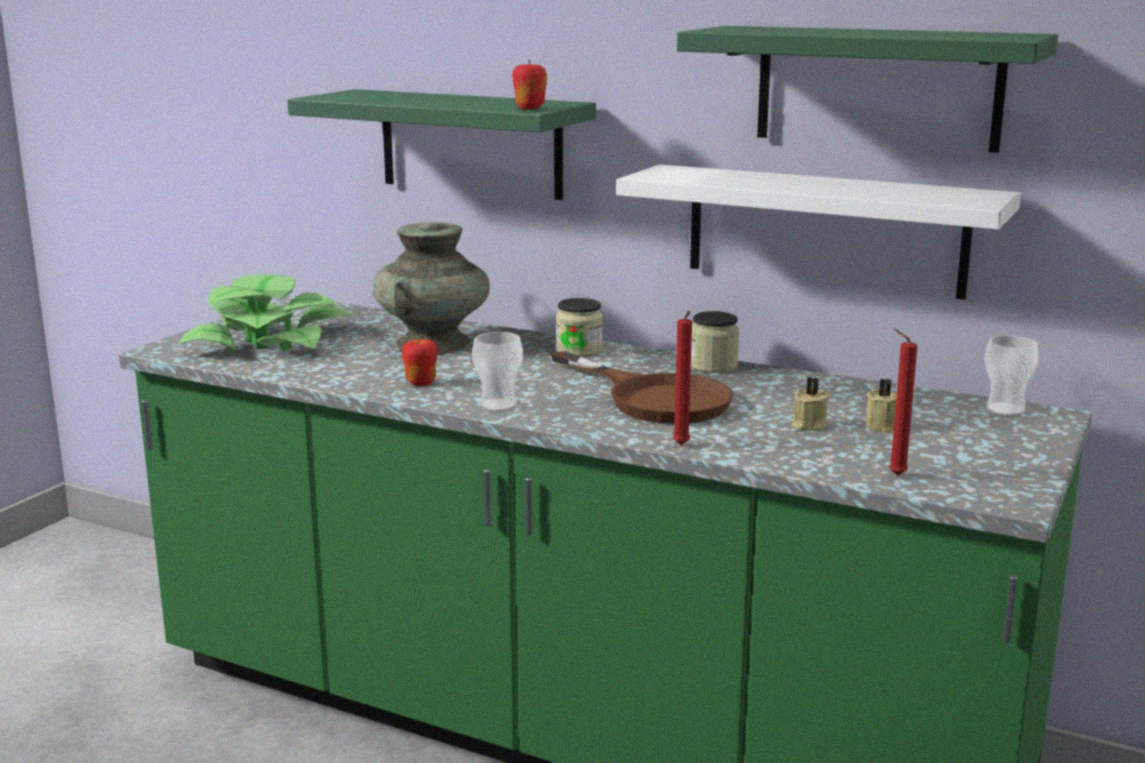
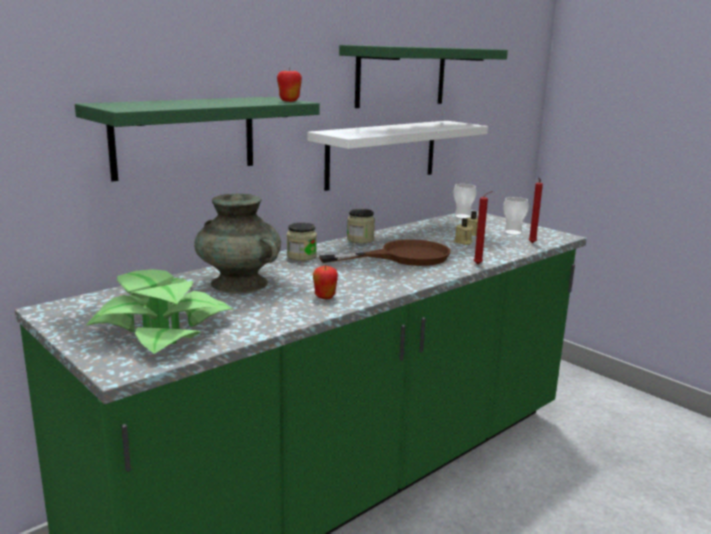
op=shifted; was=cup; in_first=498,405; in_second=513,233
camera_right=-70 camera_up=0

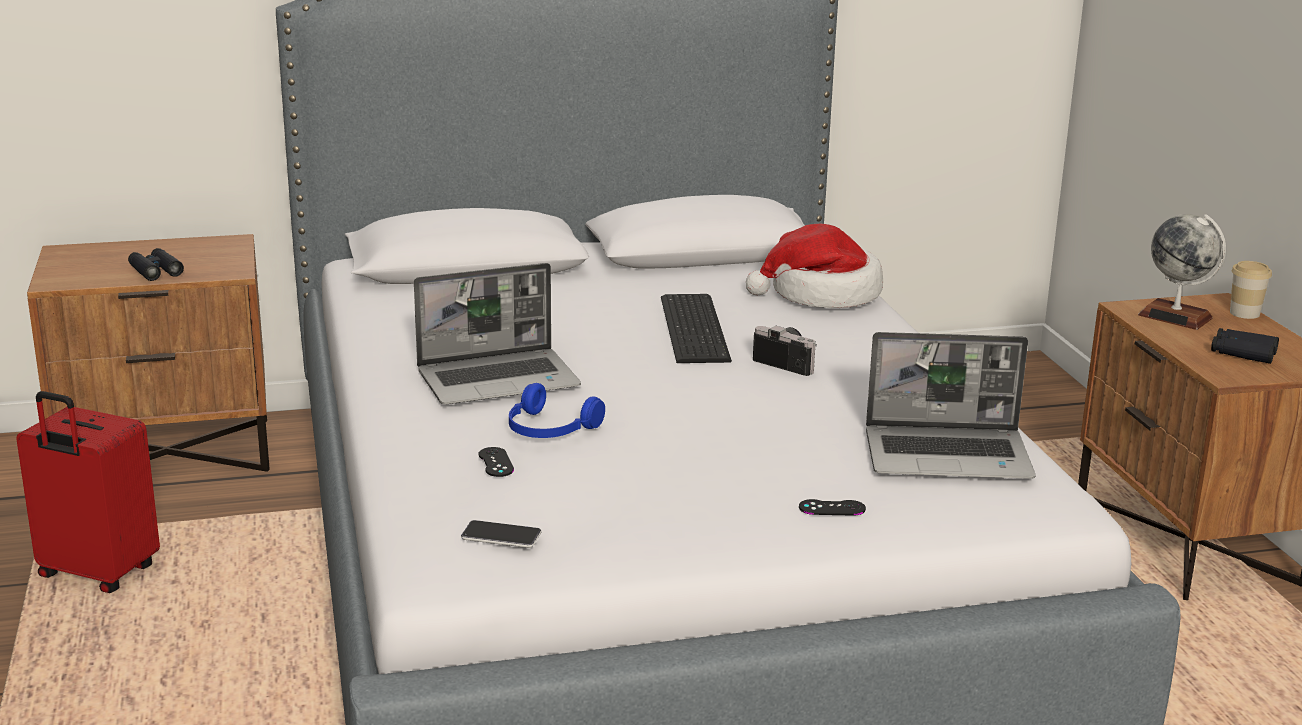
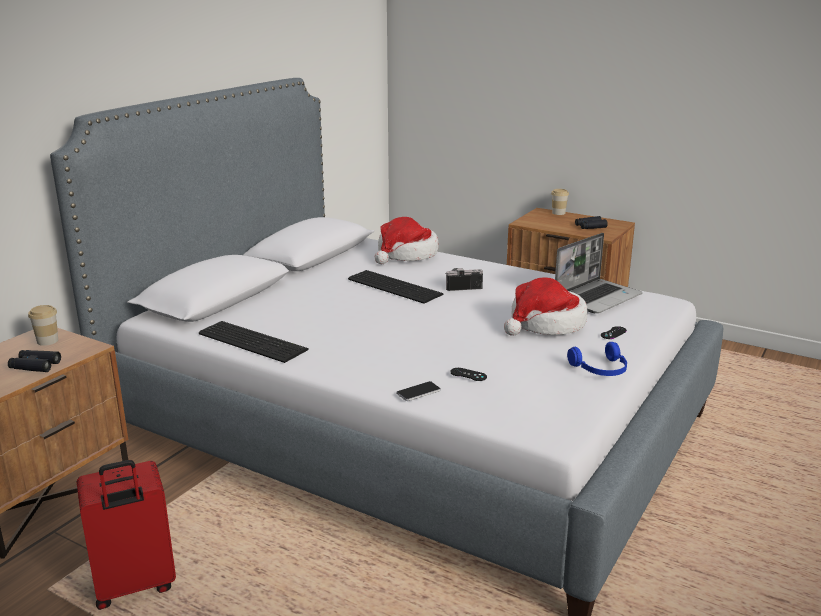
op=gone; was=portable computer; in_first=500,380
op=shifted; was=handset; in_first=501,536; in_second=418,392
op=shifted; was=bluish headphones; in_first=548,430; in_second=601,370
op=gone; was=globe; in_first=1175,316
op=new; now=cup; in_second=47,341
op=new; now=keyboard; in_second=253,340
op=new; now=clothing hat; in_second=546,324
camera_right=-45 camera_up=0

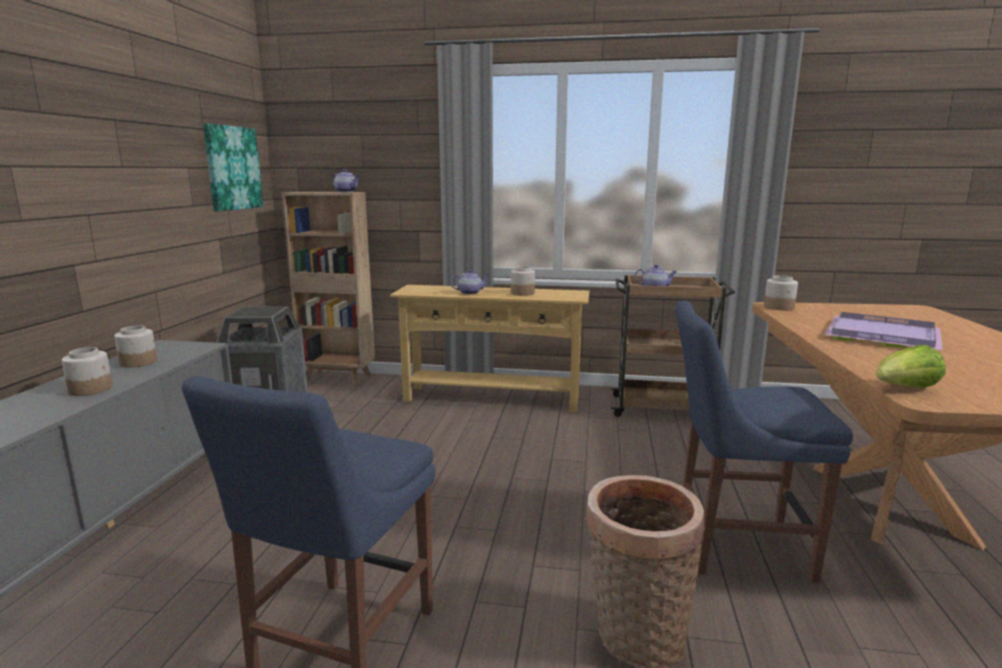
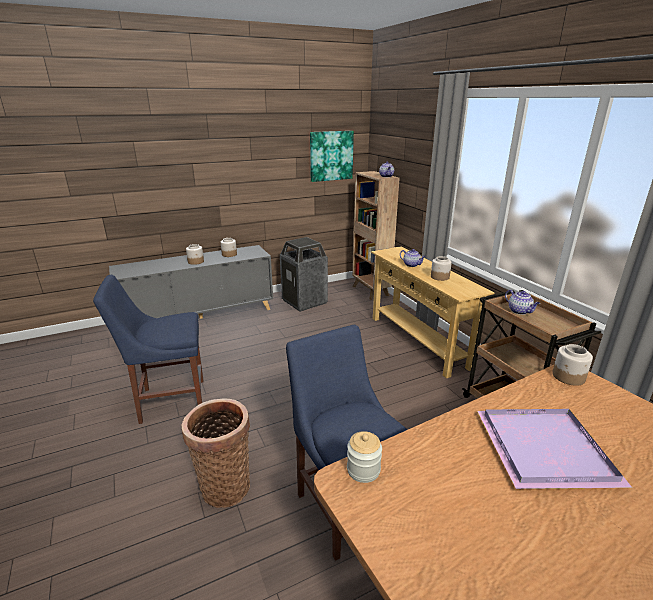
op=swapped; was=lettuce head; now=preserve jar; in_first=905,389; in_second=363,470
camera_right=55 camera_up=10

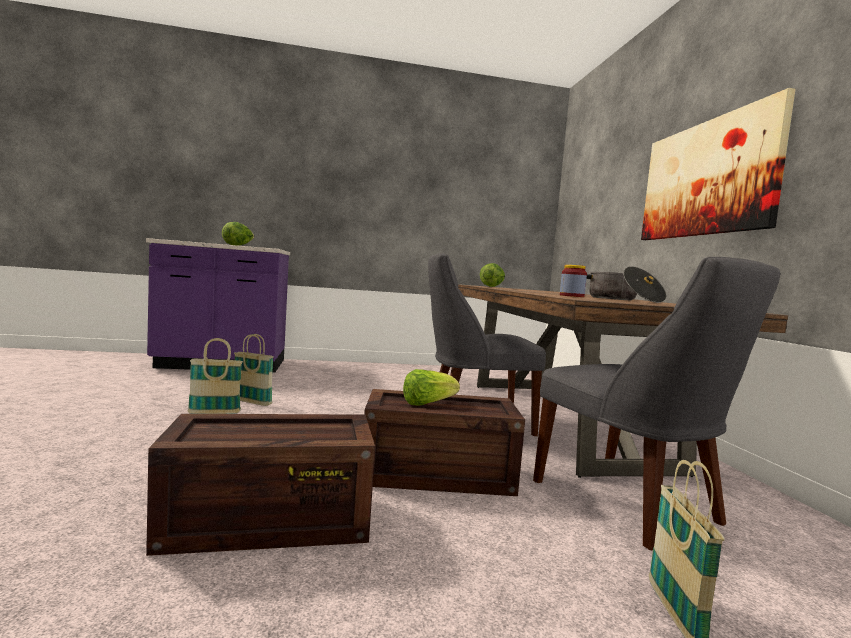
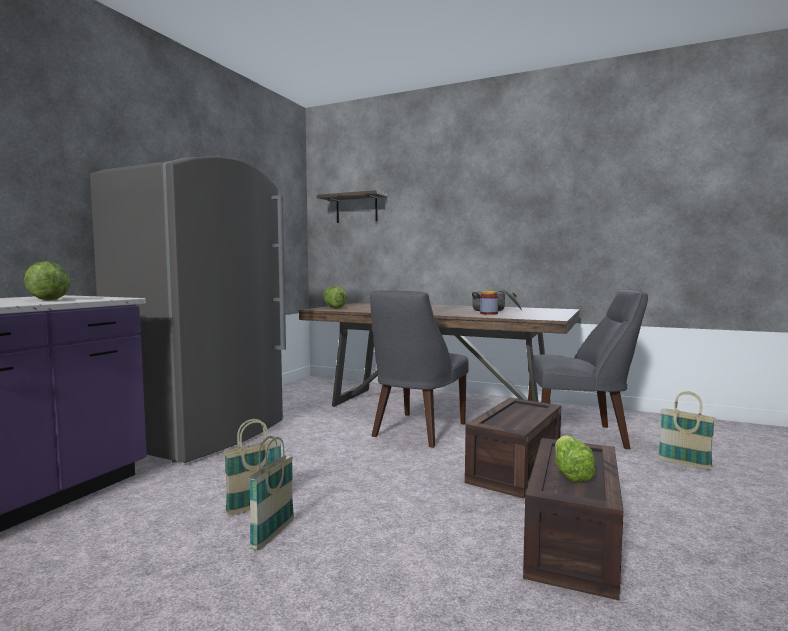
op=shifted; was=lettuce head; in_first=427,403; in_second=570,473
op=gone; was=wall art; in_first=706,179
op=new; now=grey kitchen fridge; in_second=203,434
op=new; now=wall shelf; in_second=357,208
camera_right=-55 camera_up=0

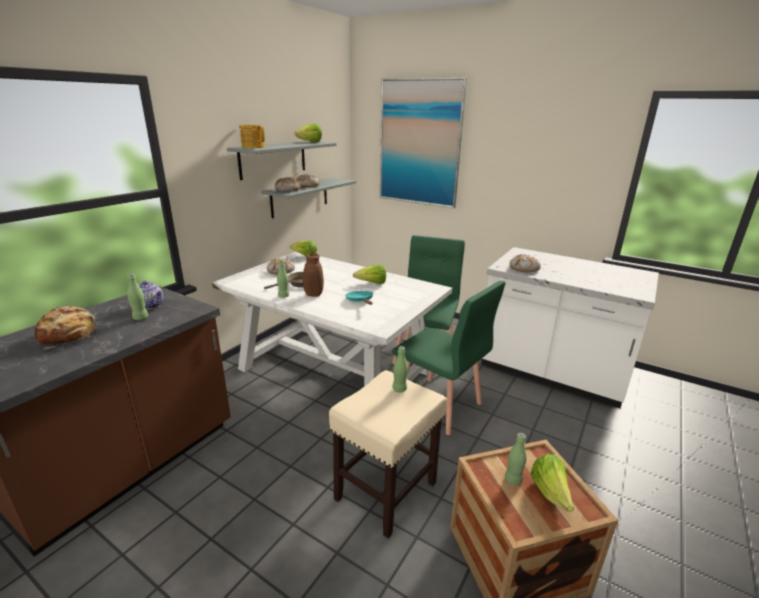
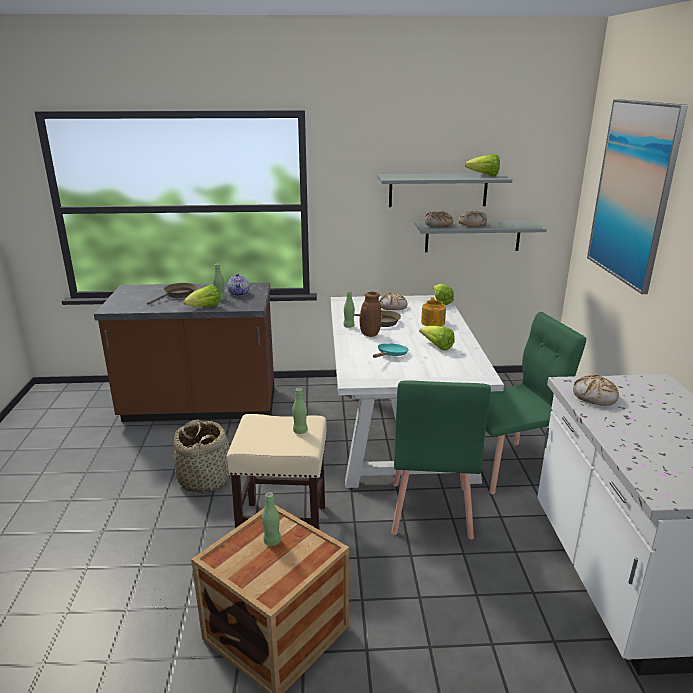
op=swapped; was=bread; now=brownish skillet; in_first=69,336; in_second=178,295
op=shifted; was=tea pot; in_first=253,147; in_second=433,322
op=shifted; was=lettuce head; in_first=550,493; in_second=205,308
op=new; now=household basket; in_second=205,479
camera_right=55 camera_up=0

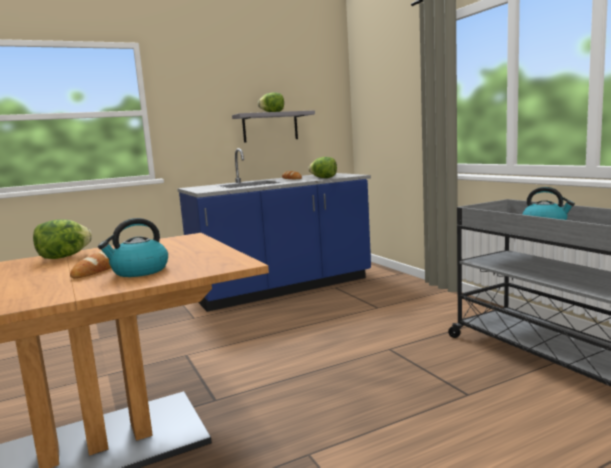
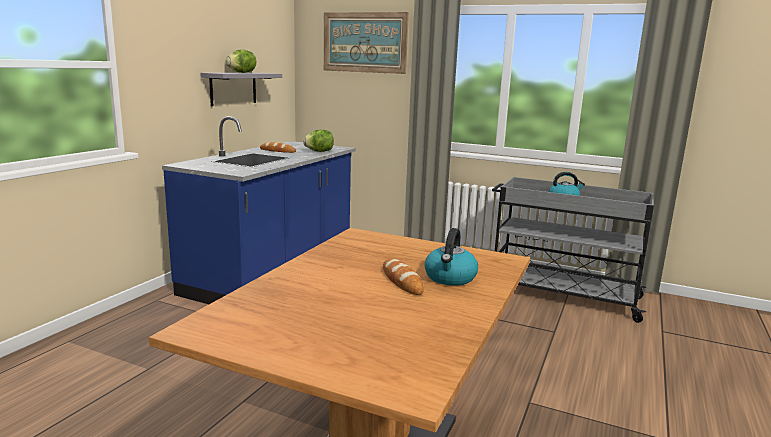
op=gone; was=lettuce head; in_first=64,257
op=new; now=wall art; in_second=364,42
camera_right=-40 camera_up=5

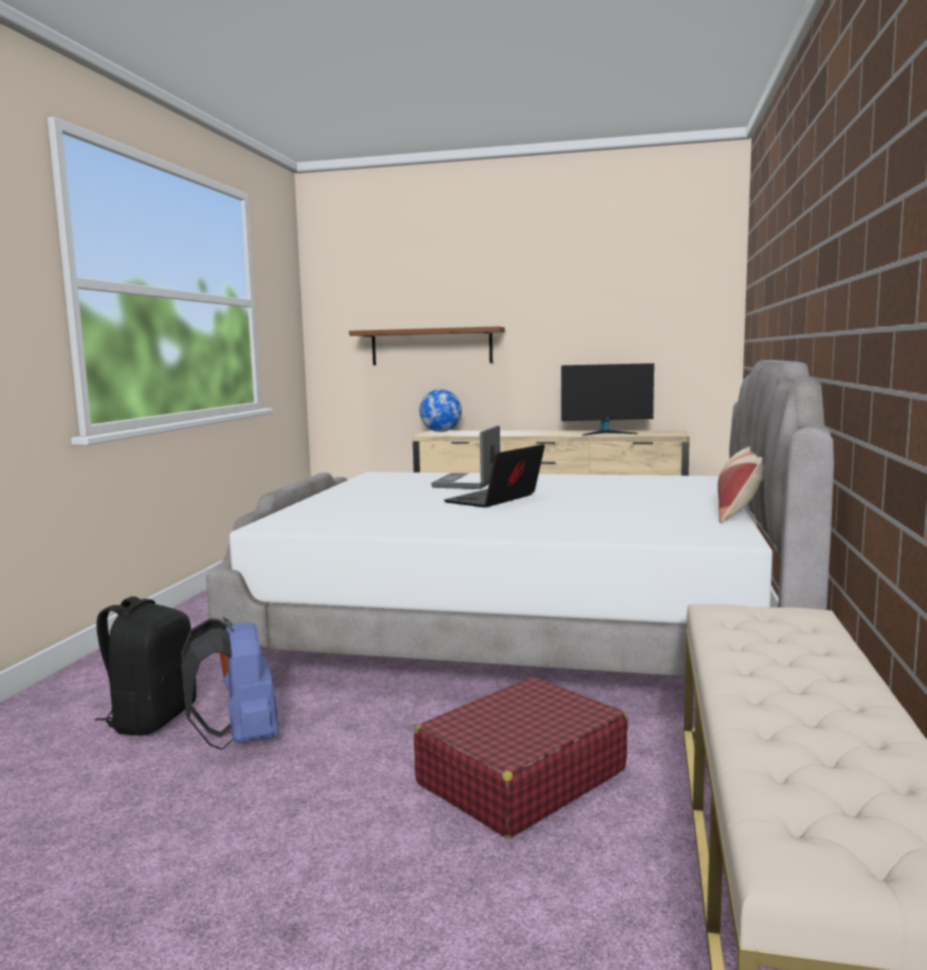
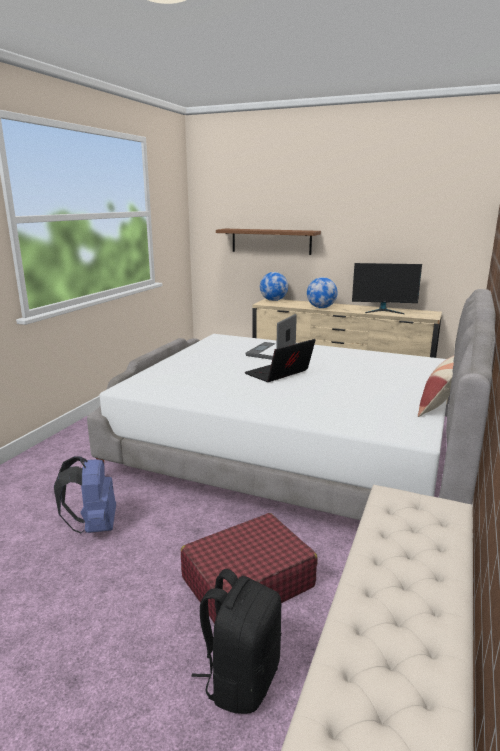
op=shifted; was=black backpack; in_first=152,718; in_second=241,678
op=new; now=globe; in_second=321,308
camera_right=10 camera_up=10

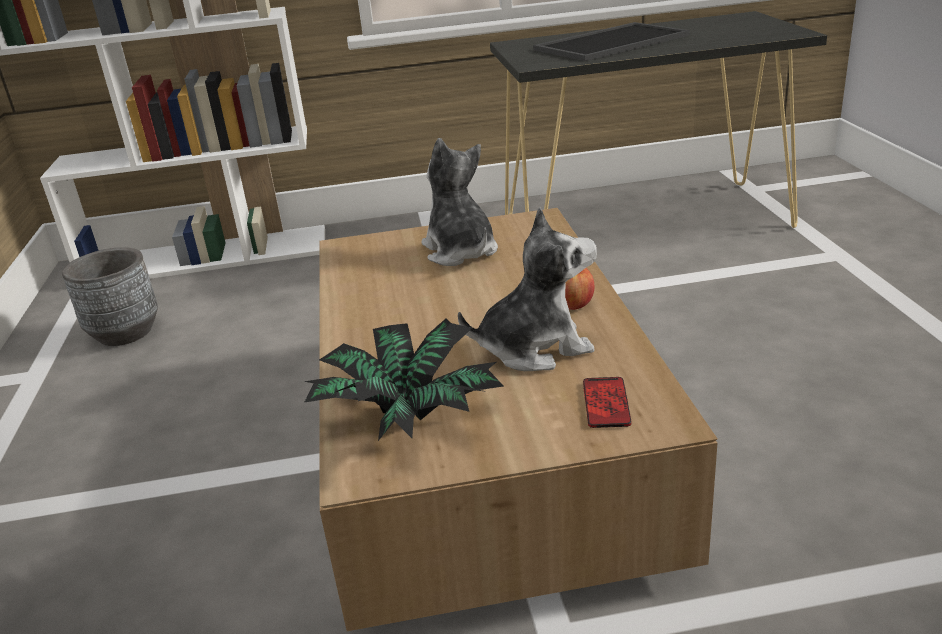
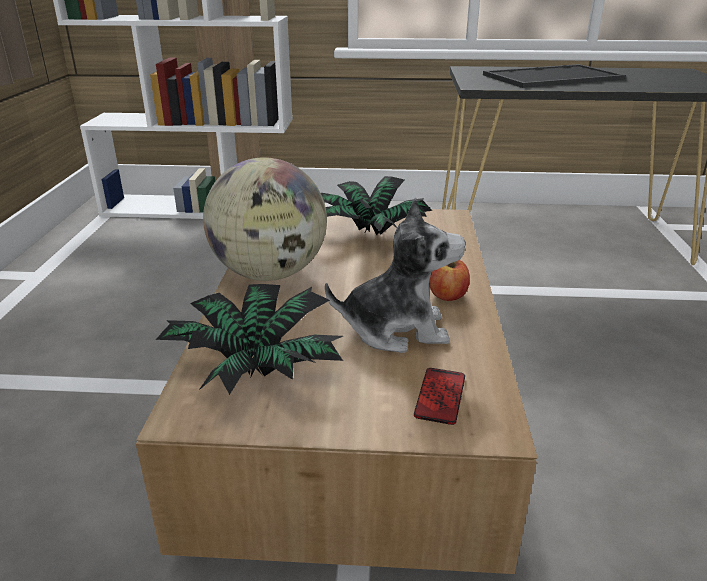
op=gone; was=grey plant pot; in_first=125,333
op=swapped; was=soft toy; now=plant in a pot; in_first=460,251; in_second=370,233
op=new; now=globe; in_second=270,274
camera_right=10 camera_up=0

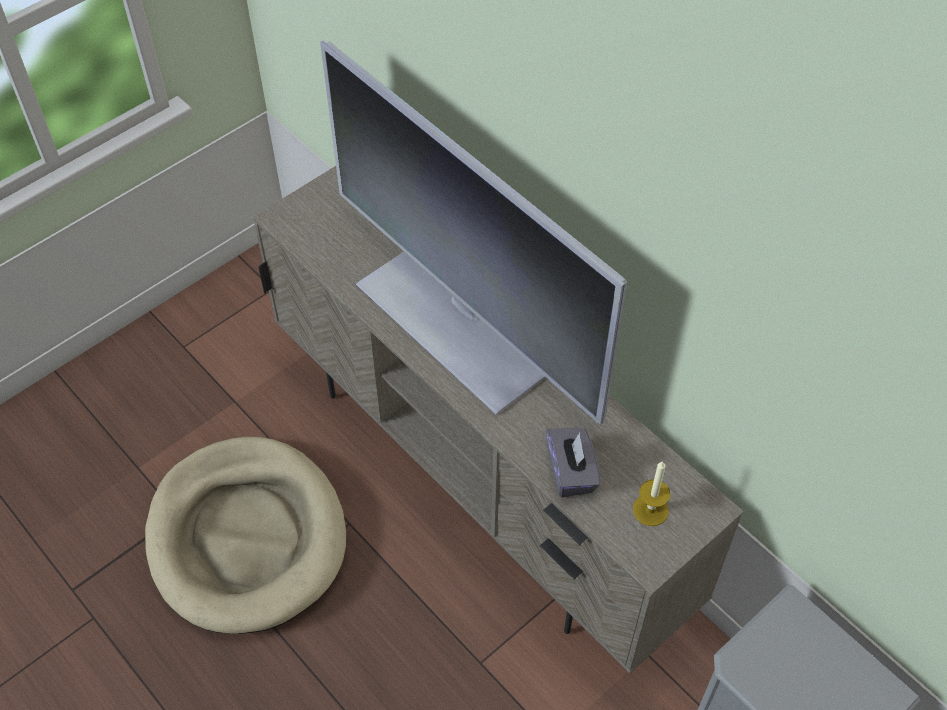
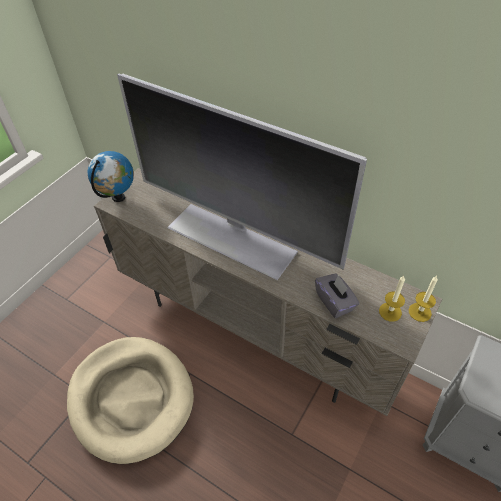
op=new; now=globe; in_second=118,197
op=new; now=wax candle; in_second=419,312
camera_right=-15 camera_up=-5

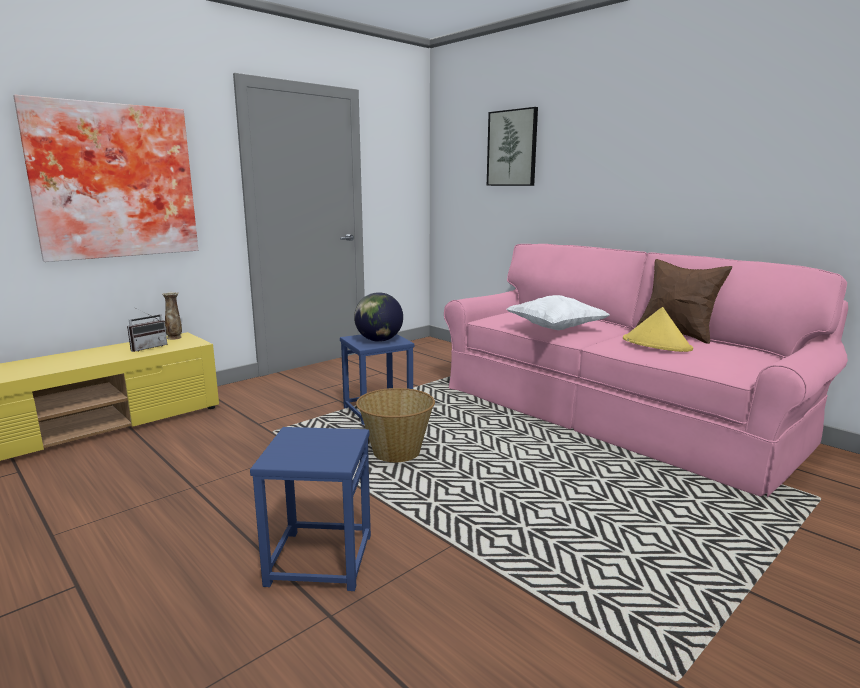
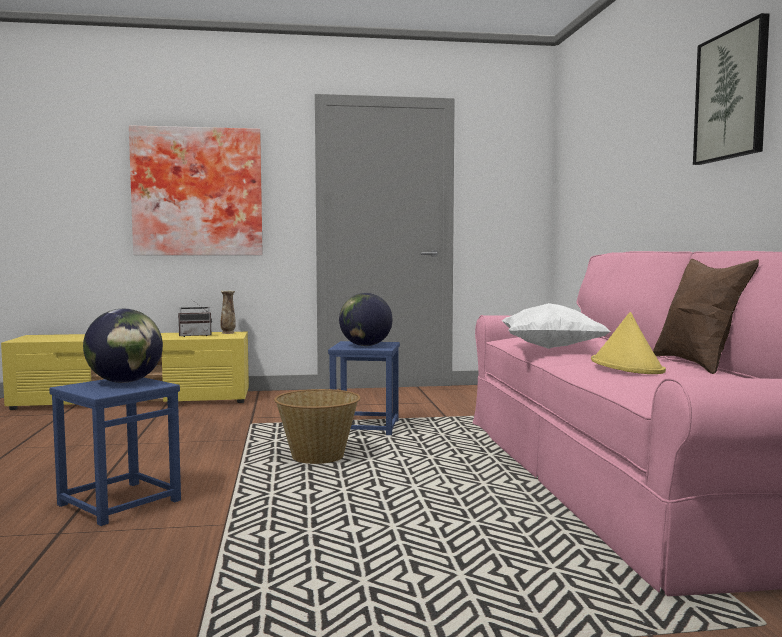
op=shifted; was=wall art; in_first=512,148; in_second=732,95
op=new; now=globe; in_second=125,382
camera_right=35 camera_up=-10

